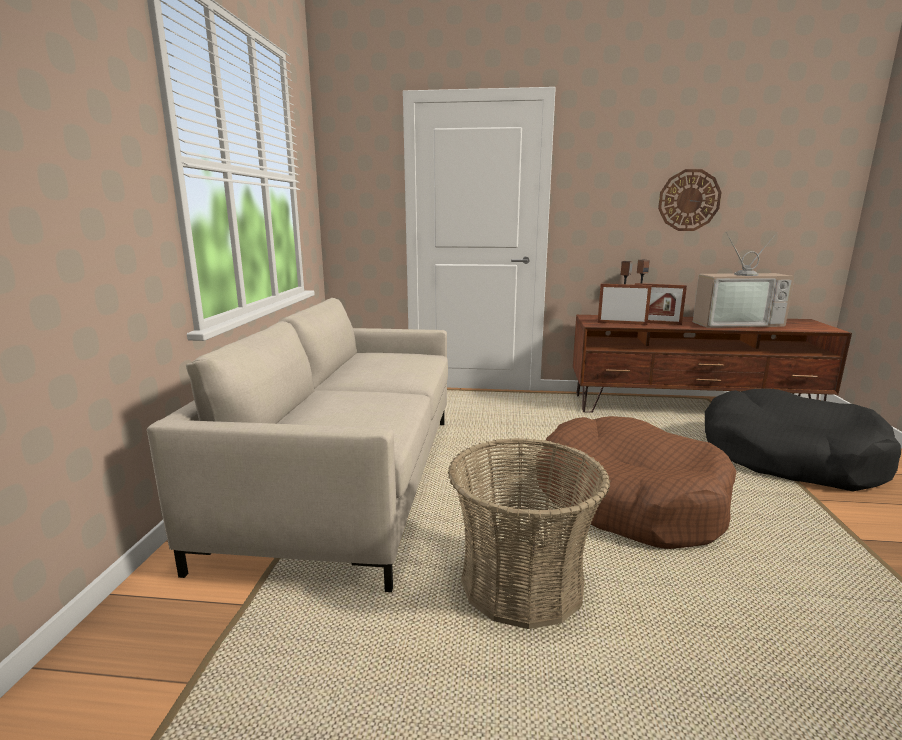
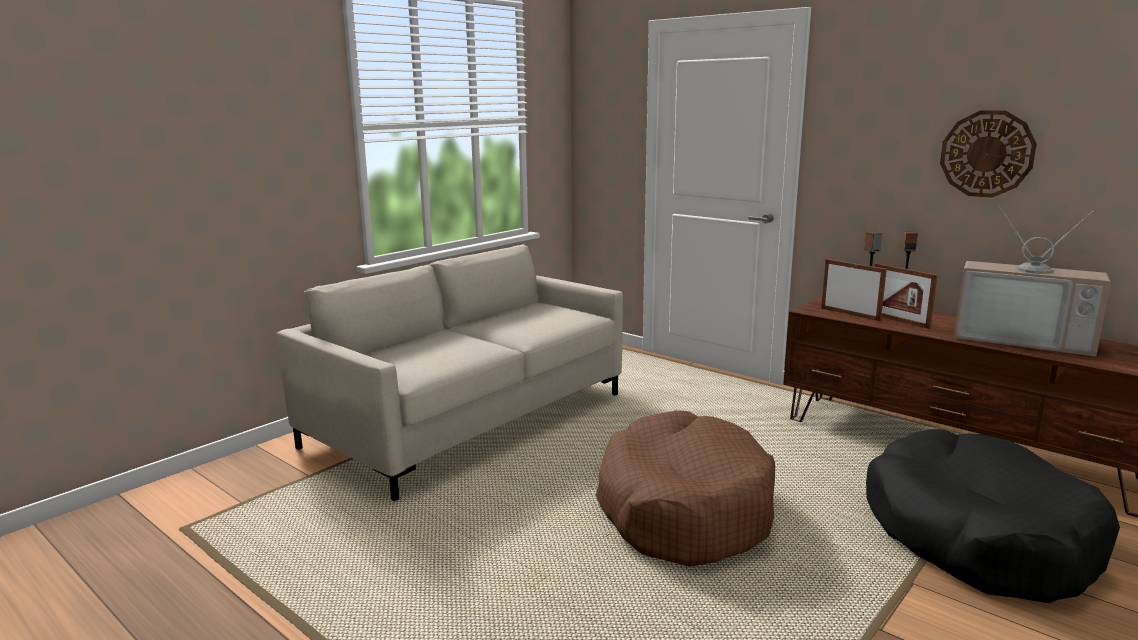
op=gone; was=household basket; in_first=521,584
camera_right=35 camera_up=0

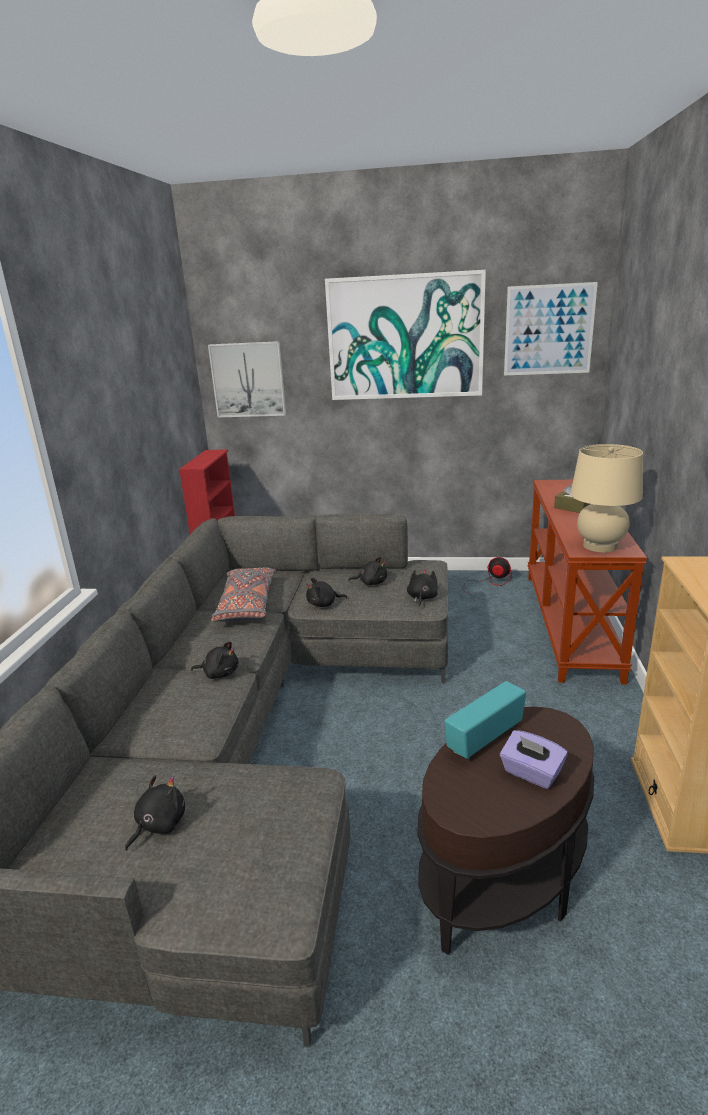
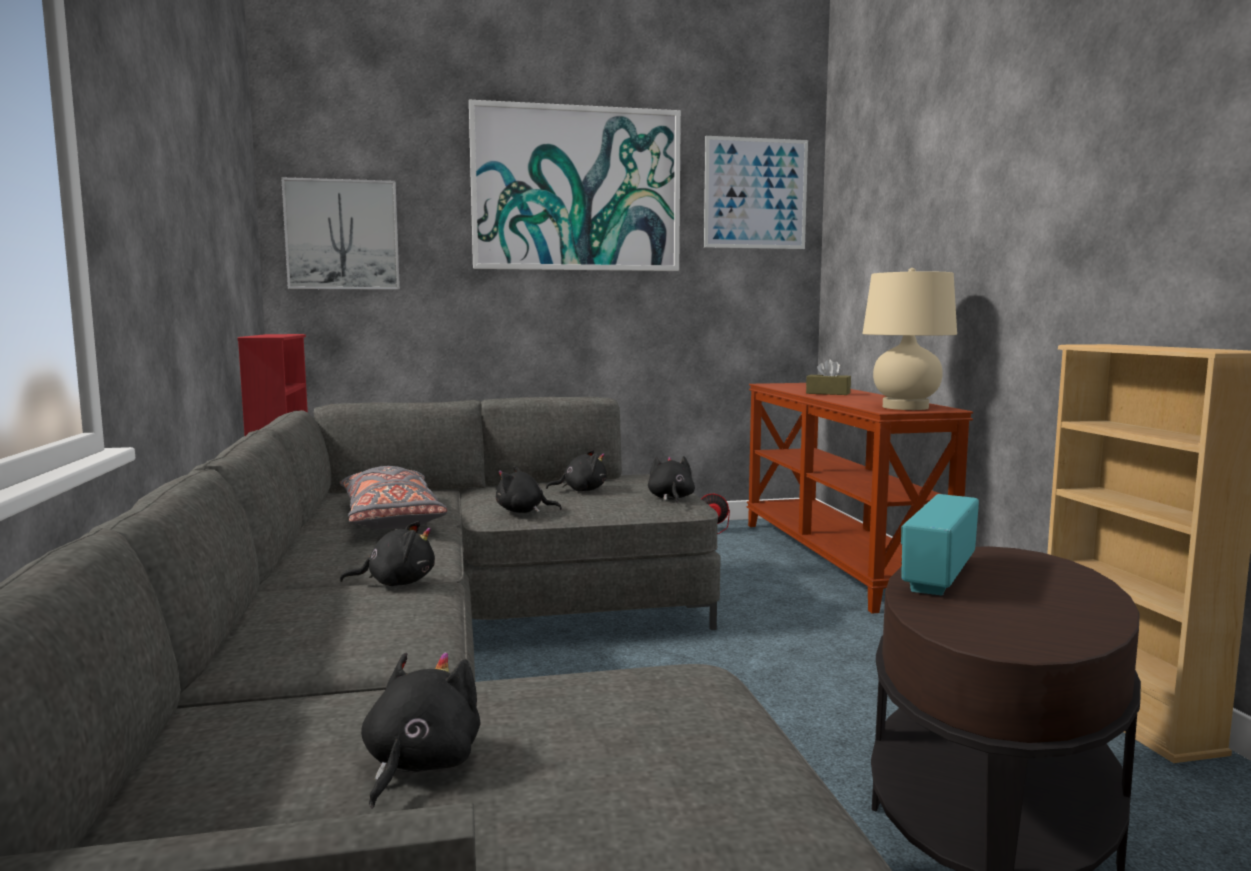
op=rotated; was=black soft toy; in_first=324,604; in_second=523,512; clockwise=45
op=gone; was=purplish box of tissues; in_first=531,773
camera_right=-20 camera_up=-15

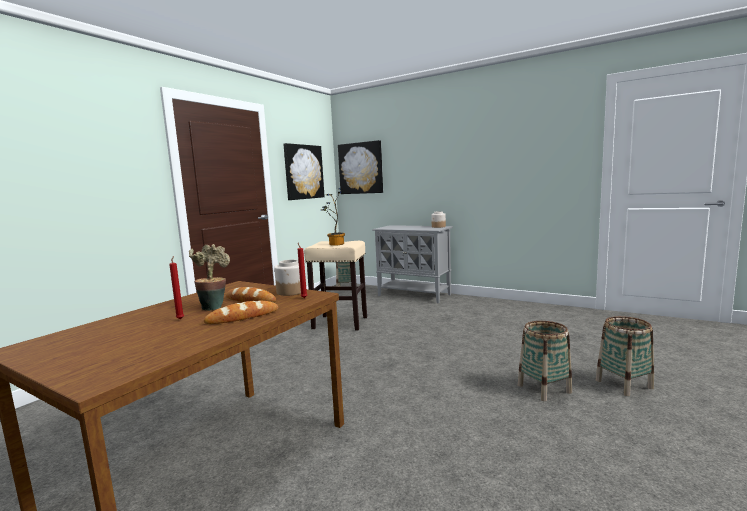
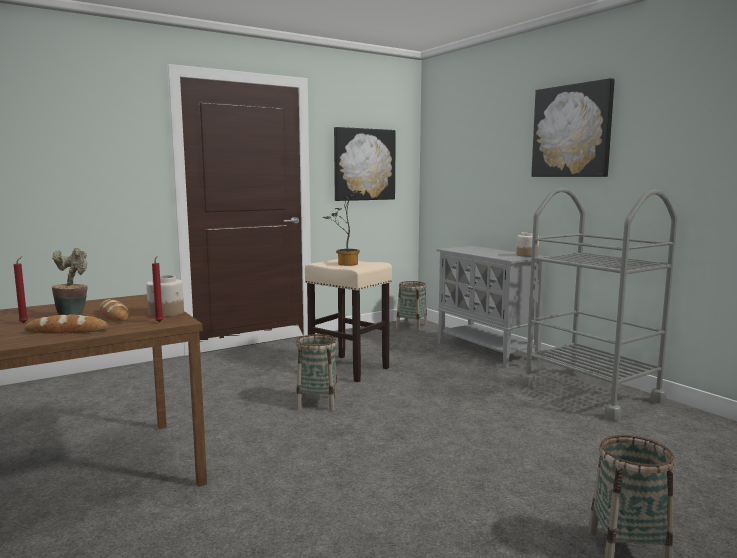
op=shifted; was=wall art; in_first=361,168; in_second=572,131
op=shifted; was=household basket; in_first=544,389; in_second=317,403
op=new; now=grey cart; in_second=590,393
camera_right=25 camera_up=0

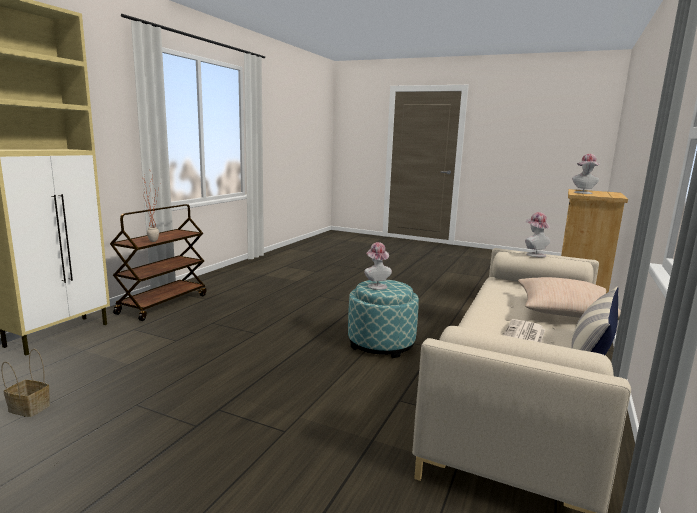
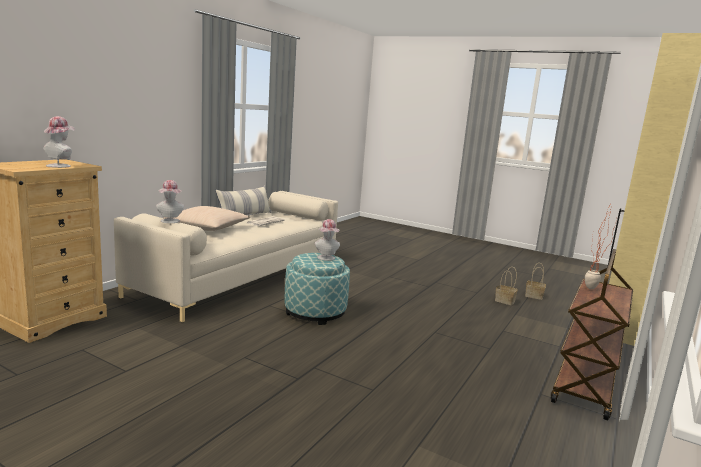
op=new; now=household basket; in_second=505,301
camera_right=-175 camera_up=0

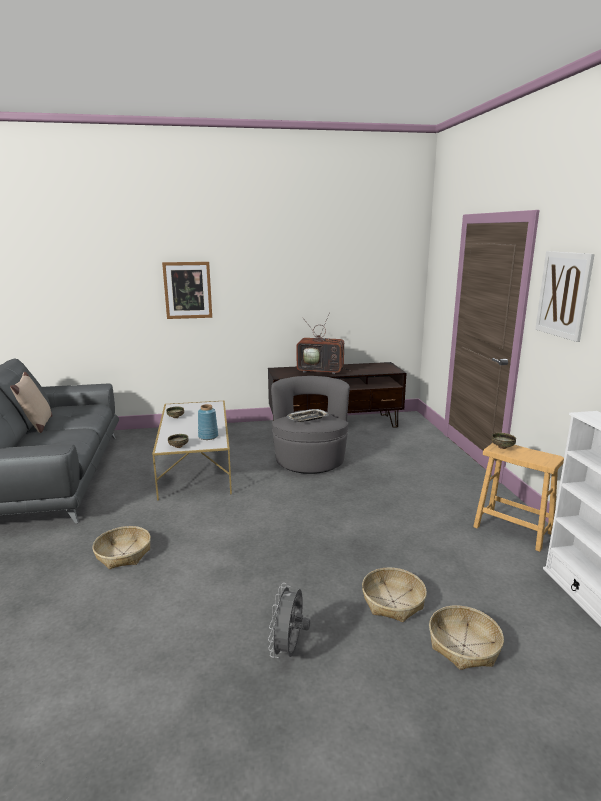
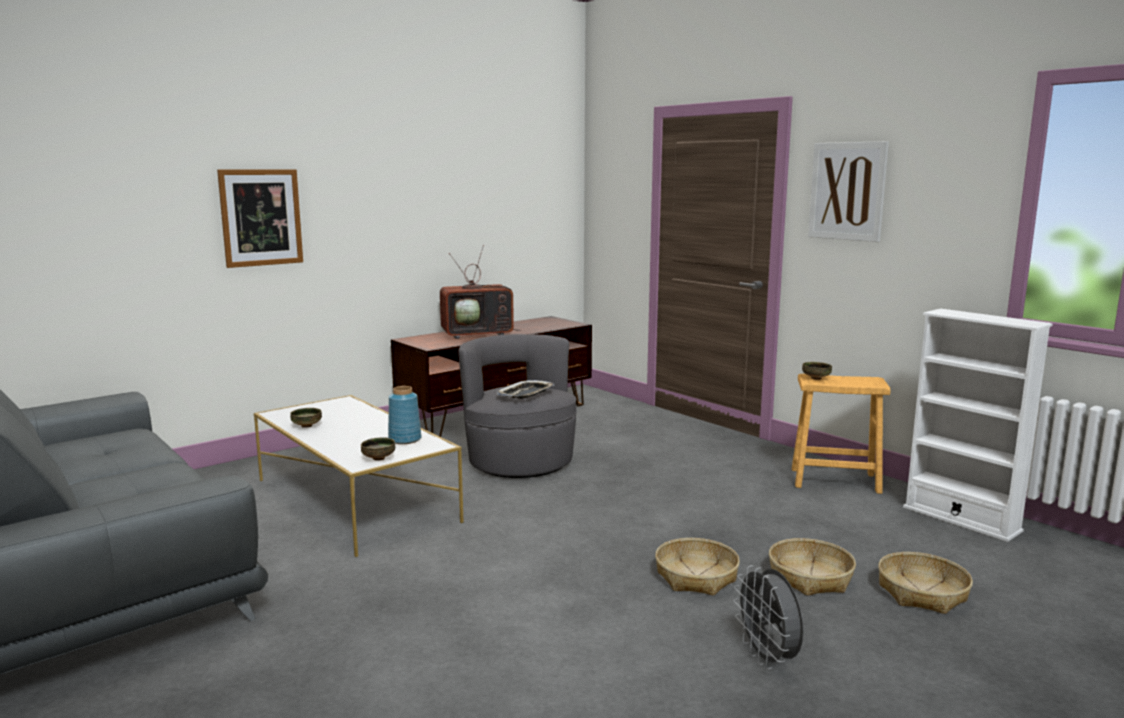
op=gone; was=beige-coloured cushion; in_first=37,425
op=shifted; was=household basket; in_first=123,554; in_second=696,577
camera_right=-30 camera_up=-5

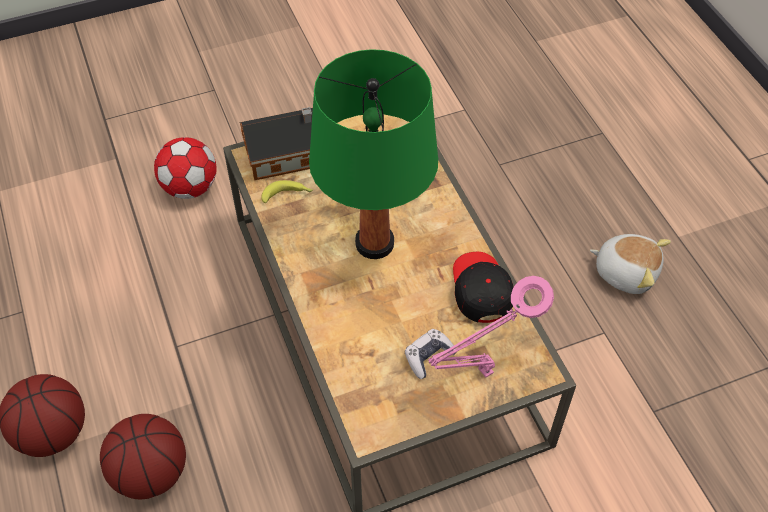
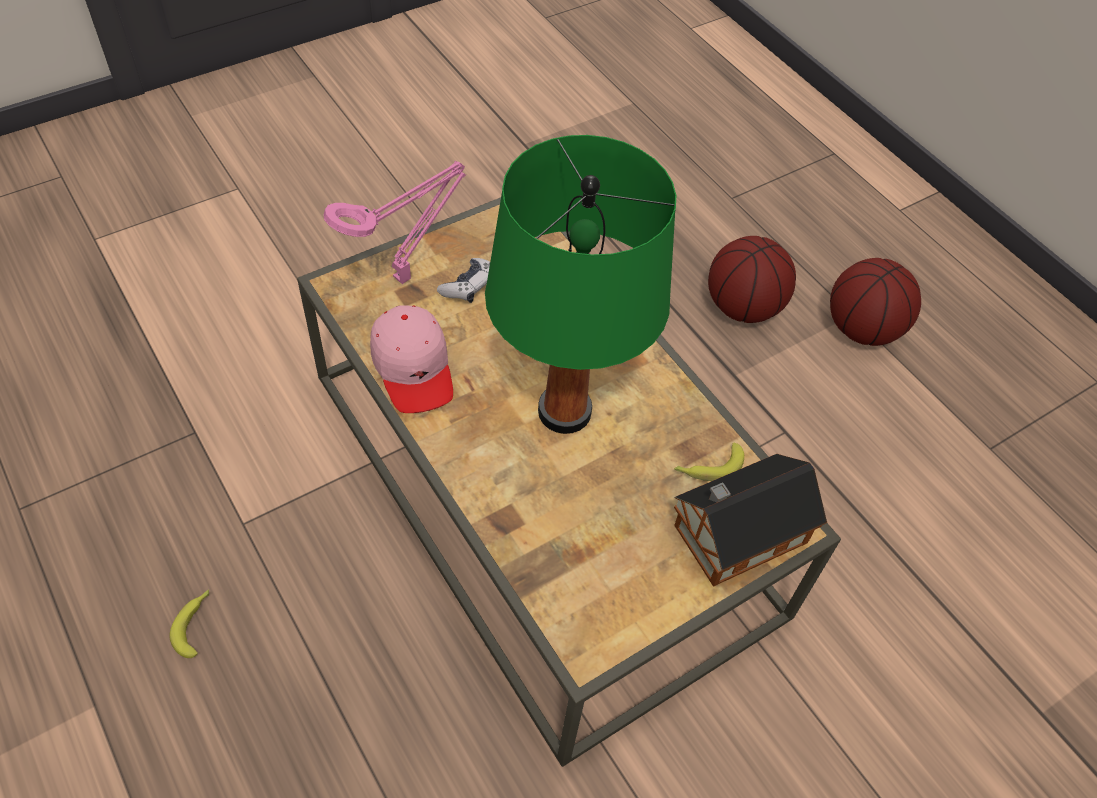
op=gone; was=football; in_first=190,187
op=repainted; was=black cap; now=pink cap; in_first=480,290; in_second=413,367
op=swapped; was=soft toy; now=banana fruit; in_first=626,272; in_second=195,624
camera_right=165 camera_up=0

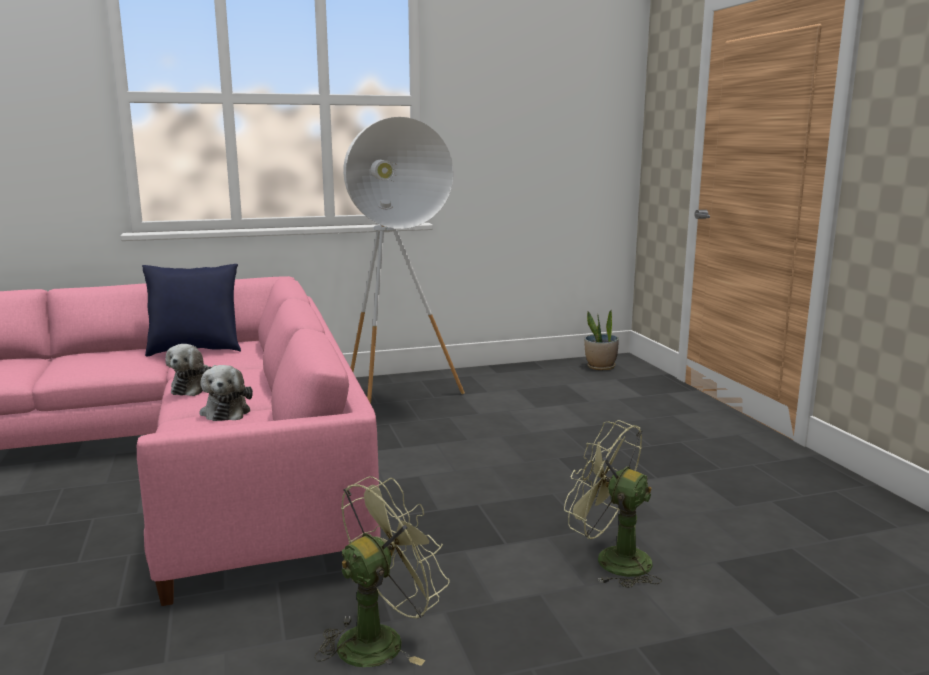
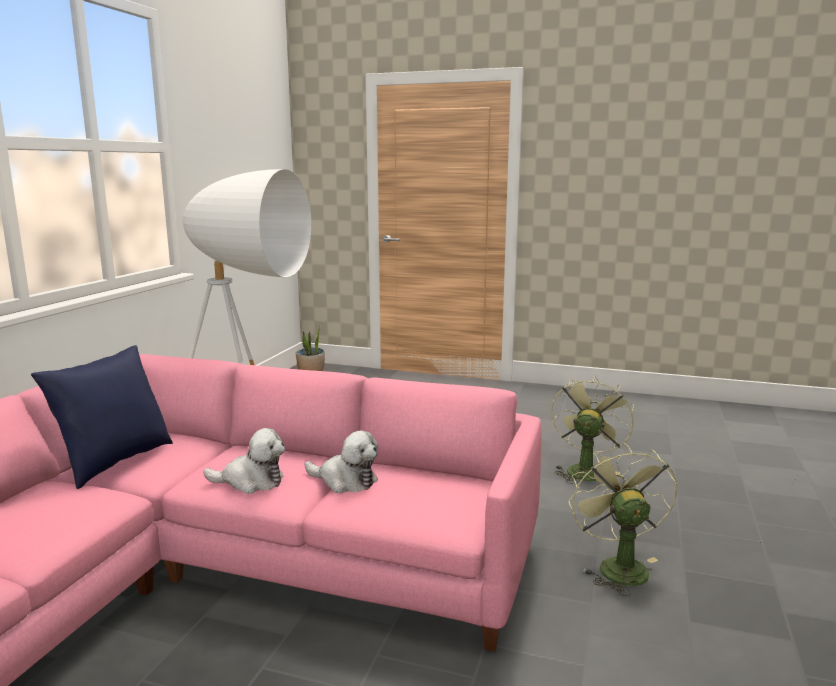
op=rotated; was=soft toy; in_first=195,387; in_second=251,481; clockwise=-45
op=rotated; was=green fan; in_first=611,560; in_second=585,470; clockwise=135
camera_right=-55 camera_up=0

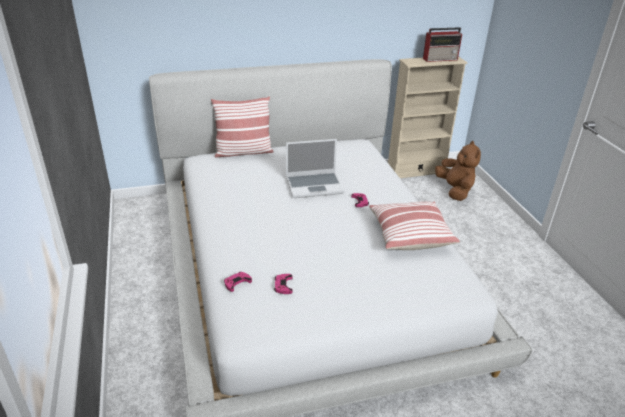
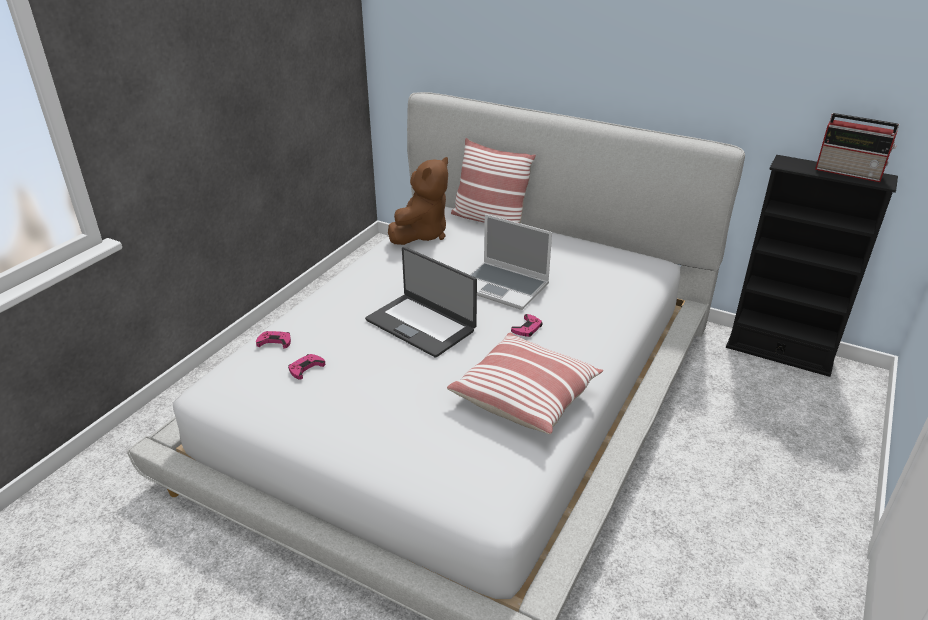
op=repainted; was=beige-coloured bookcase; now=black bookcase; in_first=416,171; in_second=779,353
op=shifted; was=brownish soft toy; in_first=455,190; in_second=421,234
op=new; now=portable computer; in_second=421,324
camera_right=45 camera_up=0

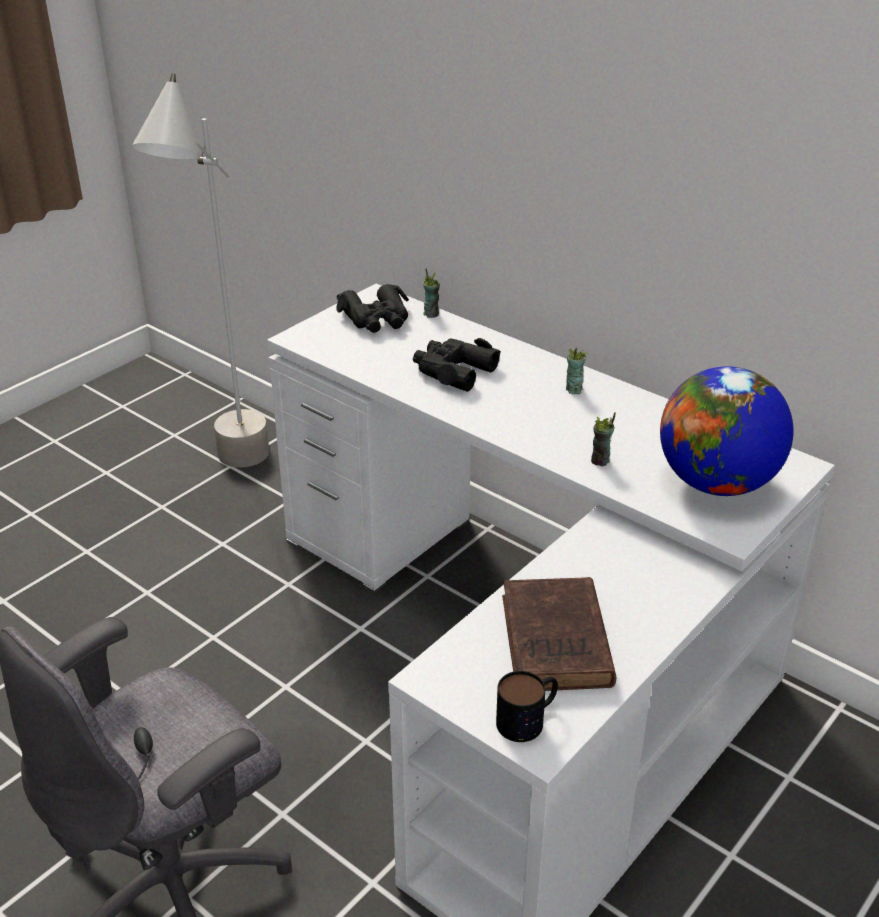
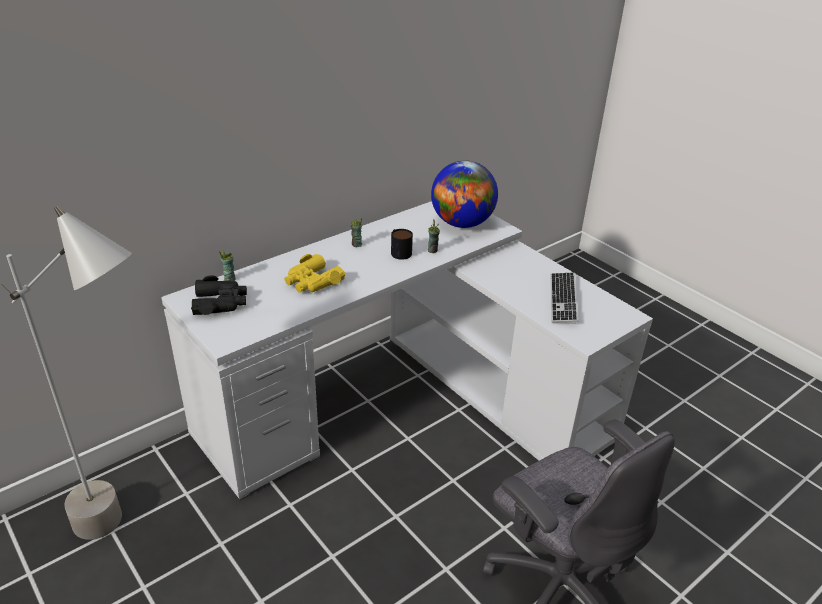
op=repainted; was=black binoculars; now=yellow-coloured binoculars; in_first=453,371; in_second=312,281
op=shifted; was=coffee mug; in_first=528,719; in_second=399,251
op=swapped; was=brownish volume; now=keyboard; in_first=556,643; in_second=563,299
camera_right=-80 camera_up=0

